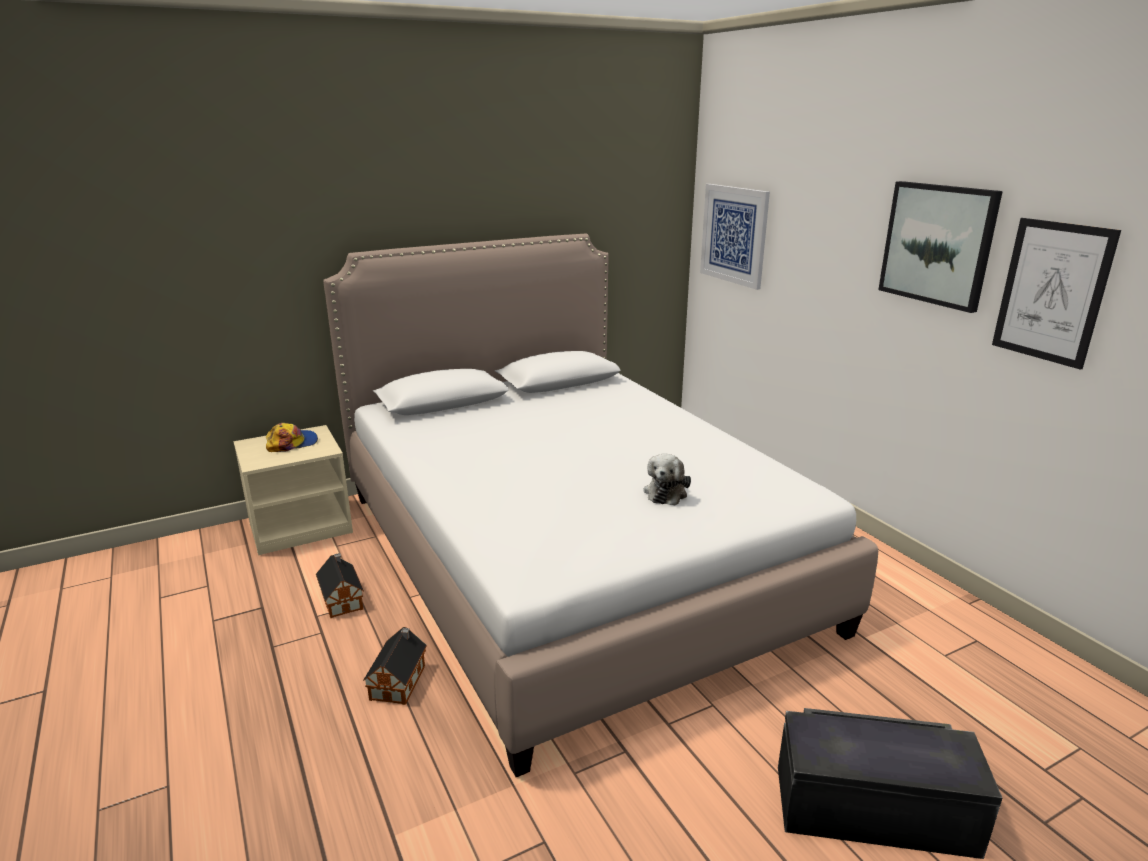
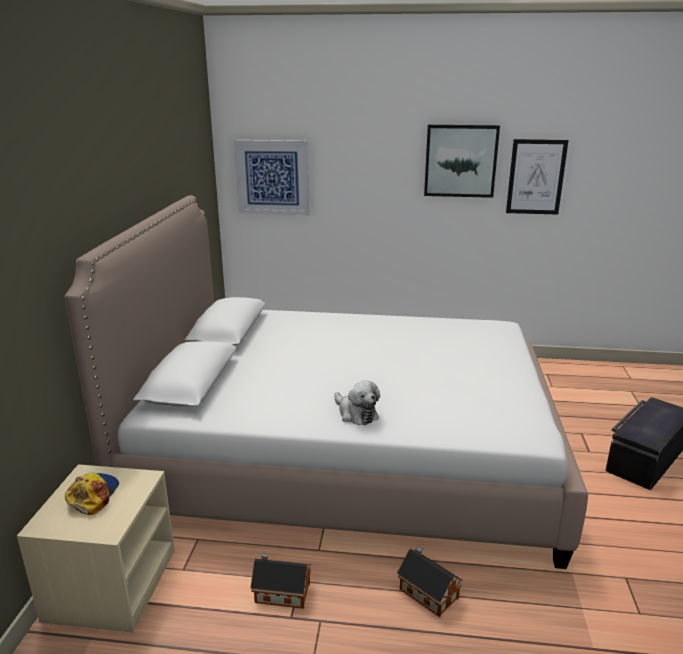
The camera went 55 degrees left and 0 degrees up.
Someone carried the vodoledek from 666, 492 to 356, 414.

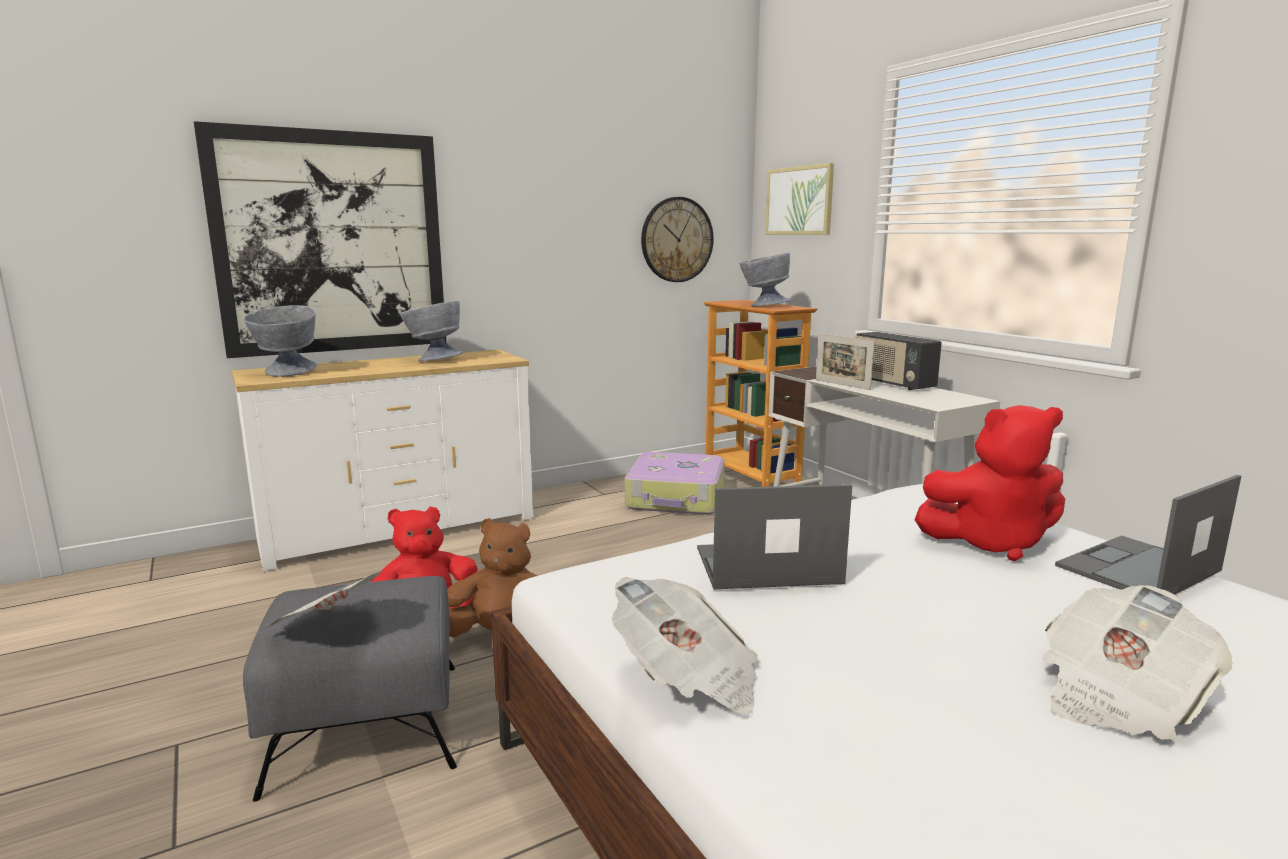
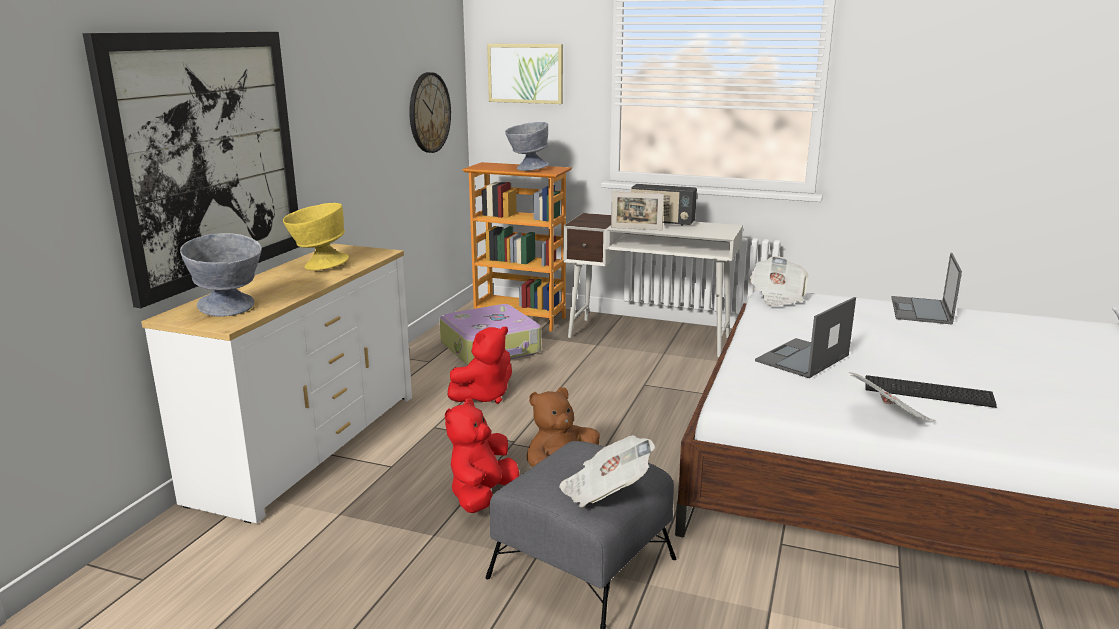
The camera went 40 degrees left and 5 degrees up.
Someone repainted the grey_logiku at 433, 360, which became the yellow_logiku at 318, 266.
Someone carried the red_vodoledek from 990, 542 to 484, 396.
Someone carried the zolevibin from 1117, 697 to 777, 297.
Someone put down the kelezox at 929, 392.

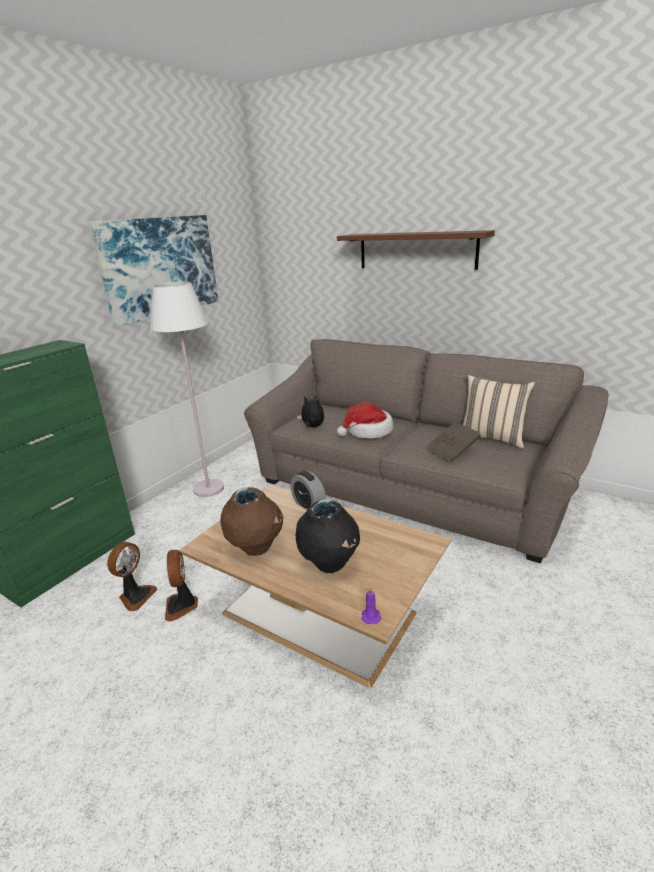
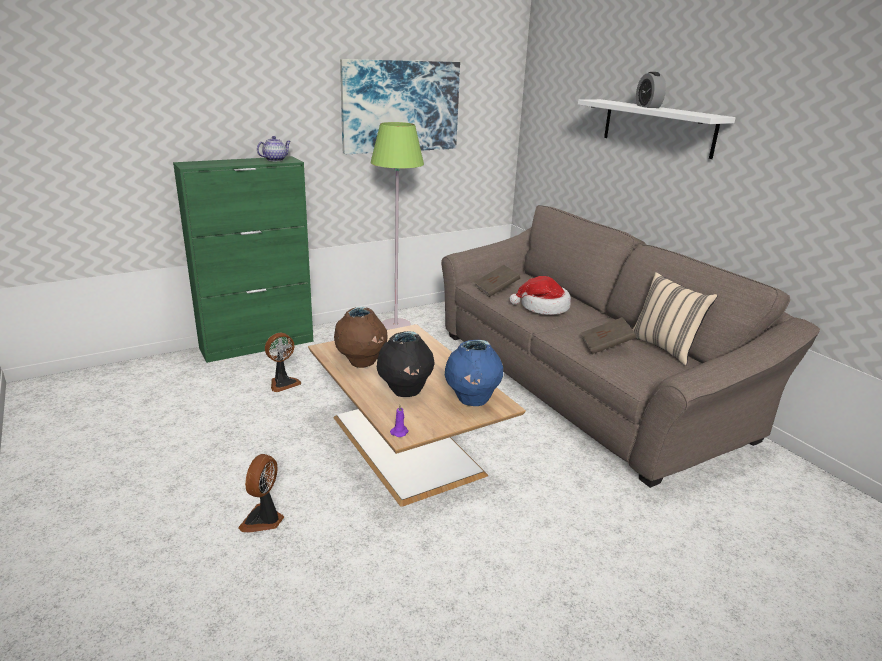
The camera went 25 degrees right and 0 degrees up.
Someone repainted the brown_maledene at 416, 250, which became the white_maledene at 657, 127.
Someone repainted the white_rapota at 209, 488, which became the green_rapota at 396, 326.
Someone swapped the vodoledek at 312, 427 for the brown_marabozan at 496, 290.
Someone carried the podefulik from 308, 505 to 648, 106.
Someone carried the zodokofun from 182, 606 to 264, 520.
Someone put down the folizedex at 275, 160.
Someone put down the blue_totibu at 472, 400.

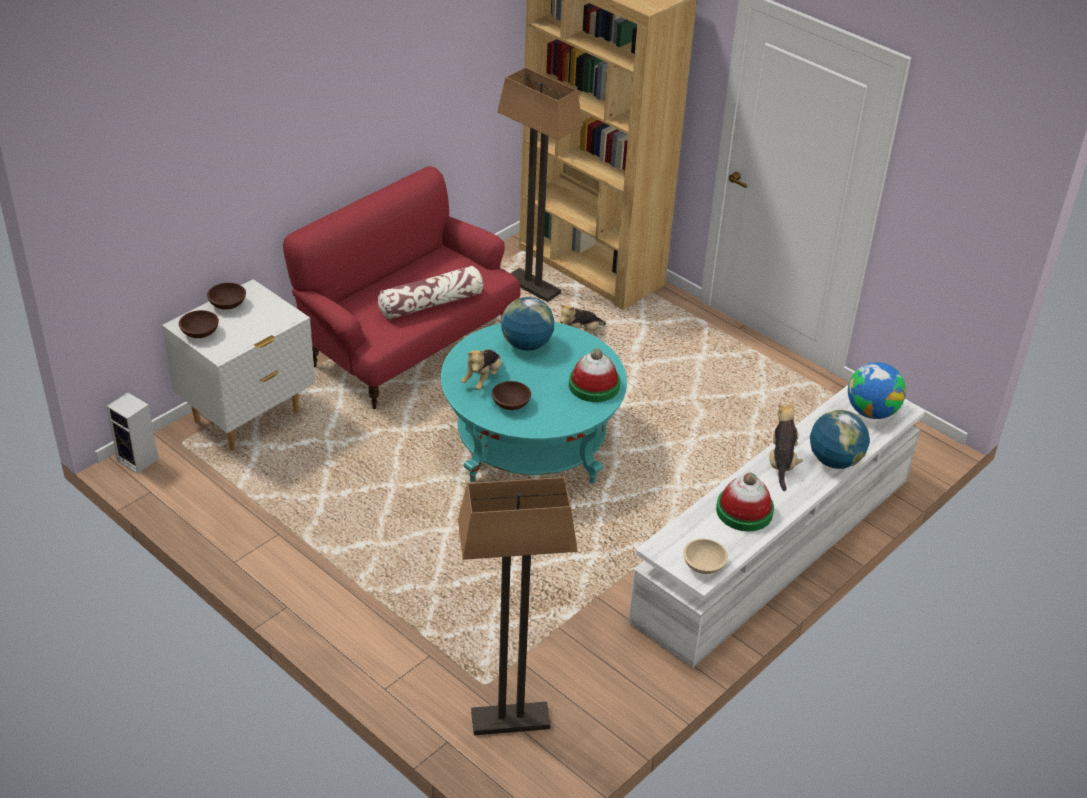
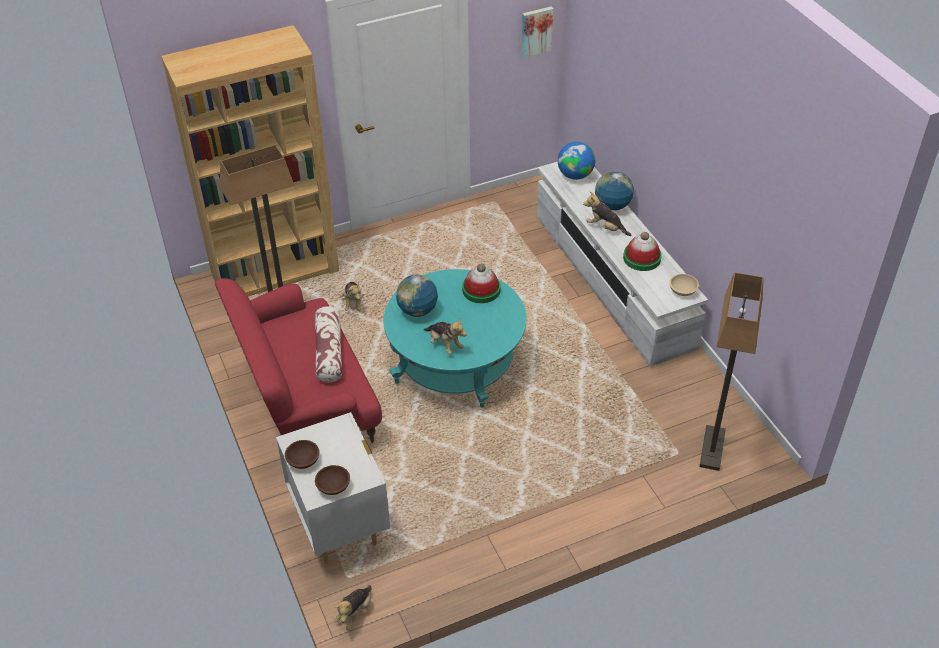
The camera went 65 degrees left and 5 degrees up.
Someone took away the brown_logiku at 511, 404.
Someone swapped the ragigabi at 139, 460 for the vodoledek at 355, 613.
Someone put up the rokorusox at 536, 31.

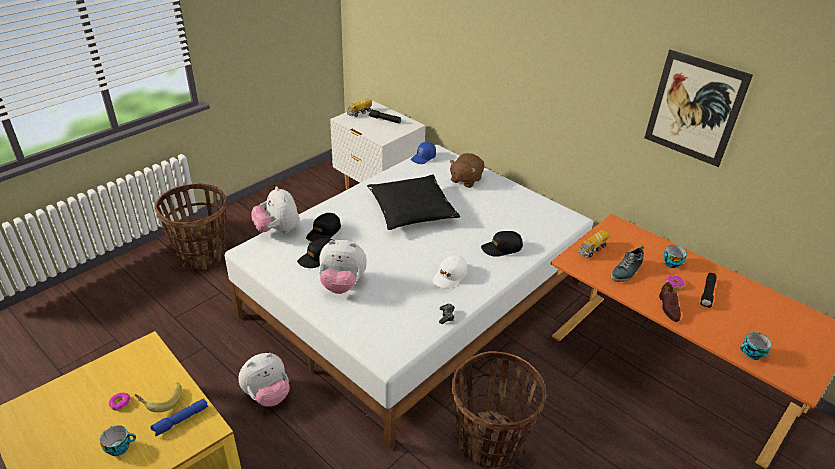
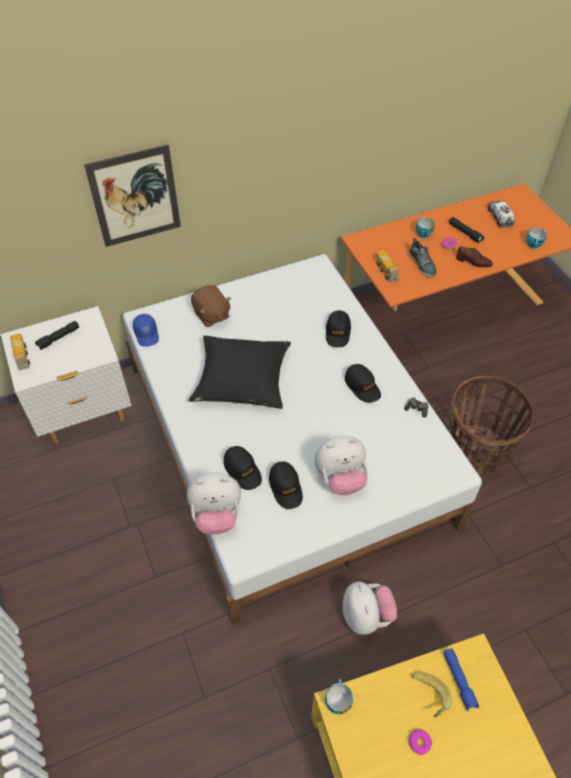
The camera went 65 degrees left and 15 degrees up.
Someone carried the rokorusox from 694, 108 to 135, 197.
Someone took away the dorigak at 202, 254.
Someone rotated the vodoledek at 342, 285 by 45 degrees clockwise.
Someone repainted the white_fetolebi at 449, 276, which became the black_fetolebi at 362, 386.
Someone carried the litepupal from 120, 447 to 337, 700.
Someone put down the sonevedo at 499, 217.

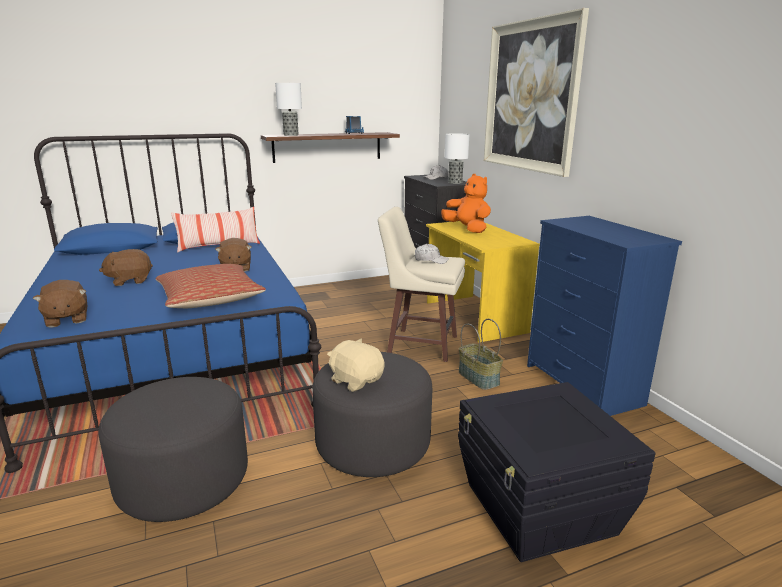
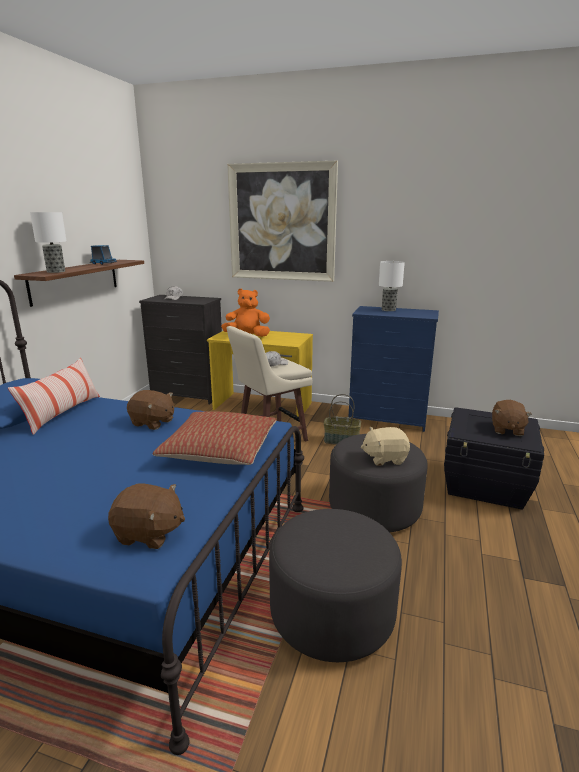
The camera went 50 degrees left and 0 degrees up.
Someone carried the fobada from 455, 182 to 389, 310.
Someone carried the brown_vodoledek from 130, 281 to 506, 429.

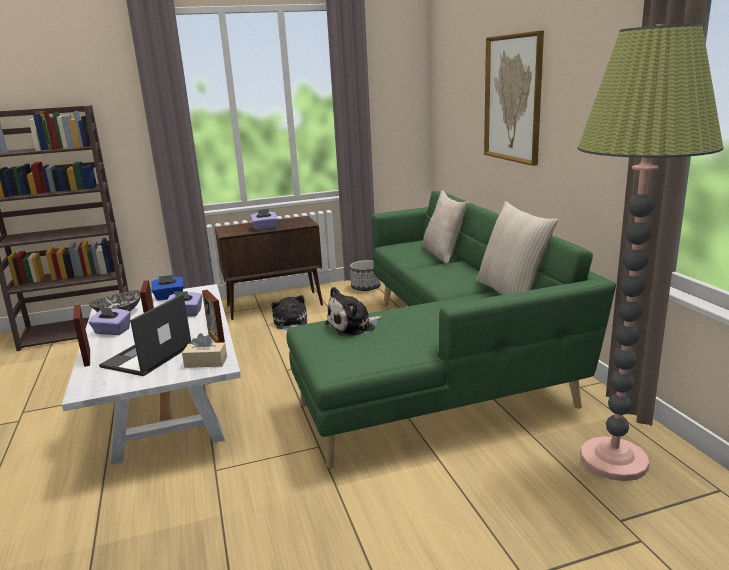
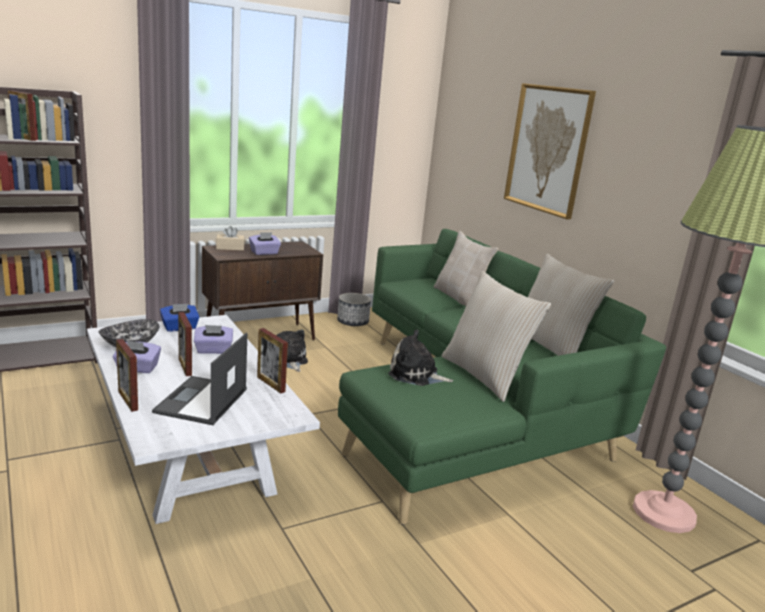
The camera went 15 degrees left and 0 degrees up.
Someone rotated the vodoledek at 353, 326 by 60 degrees clockwise.
Someone carried the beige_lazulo from 206, 362 to 230, 248.
Someone put down the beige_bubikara at 485, 376.

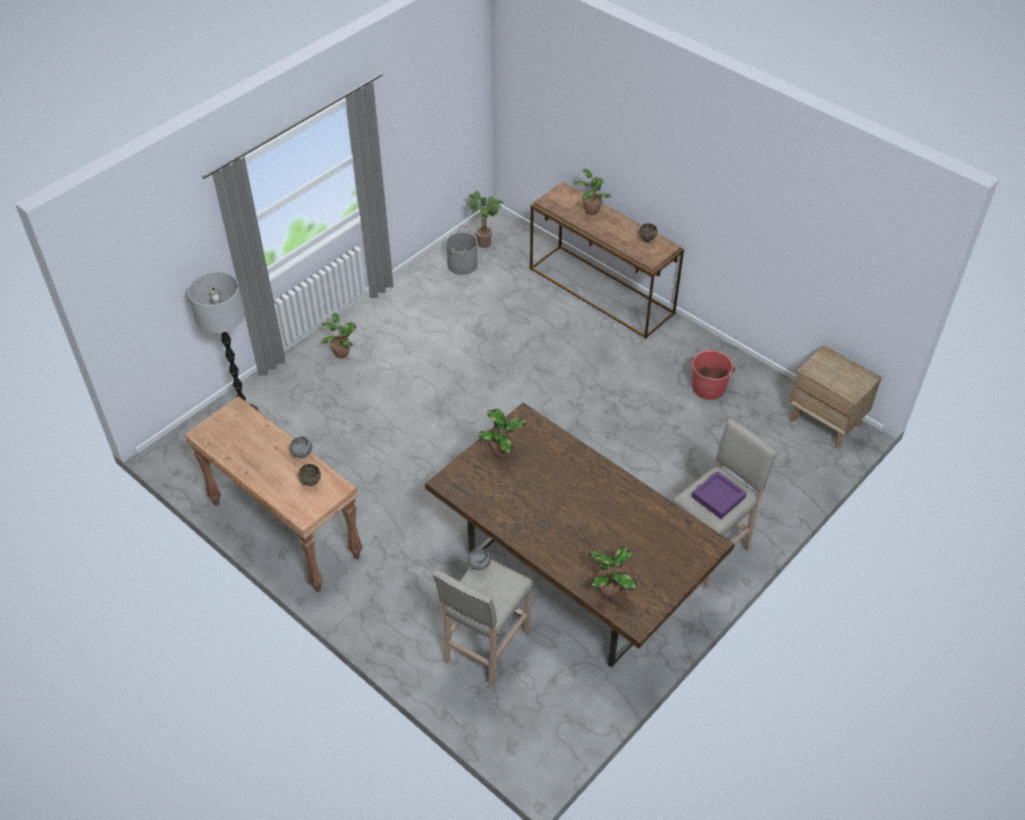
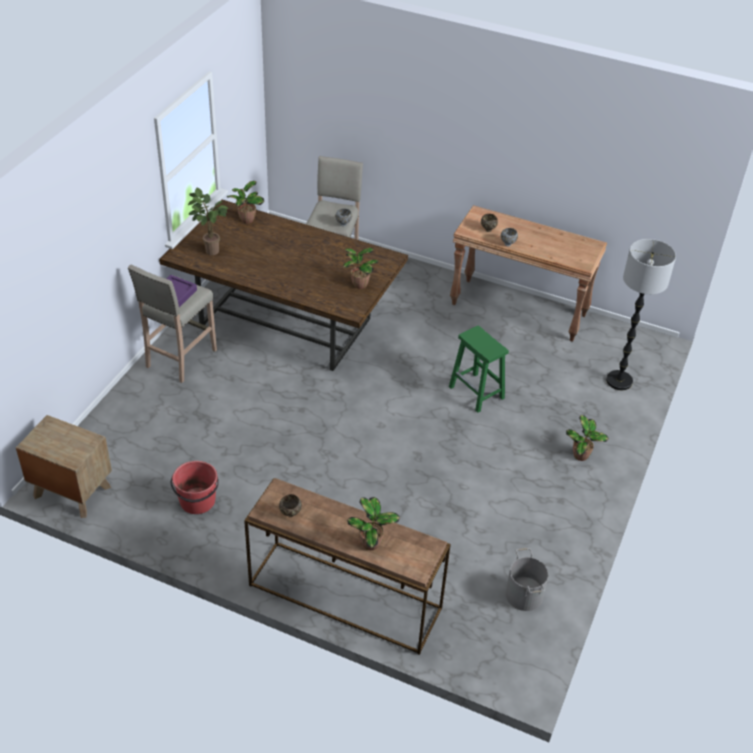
The camera went 160 degrees right and 5 degrees down.
Someone carried the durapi from 486, 244 to 209, 251.
Someone put down the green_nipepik at 477, 393.

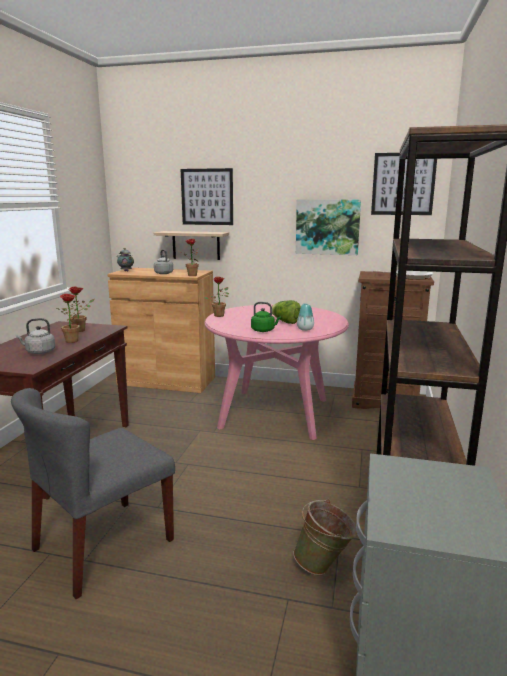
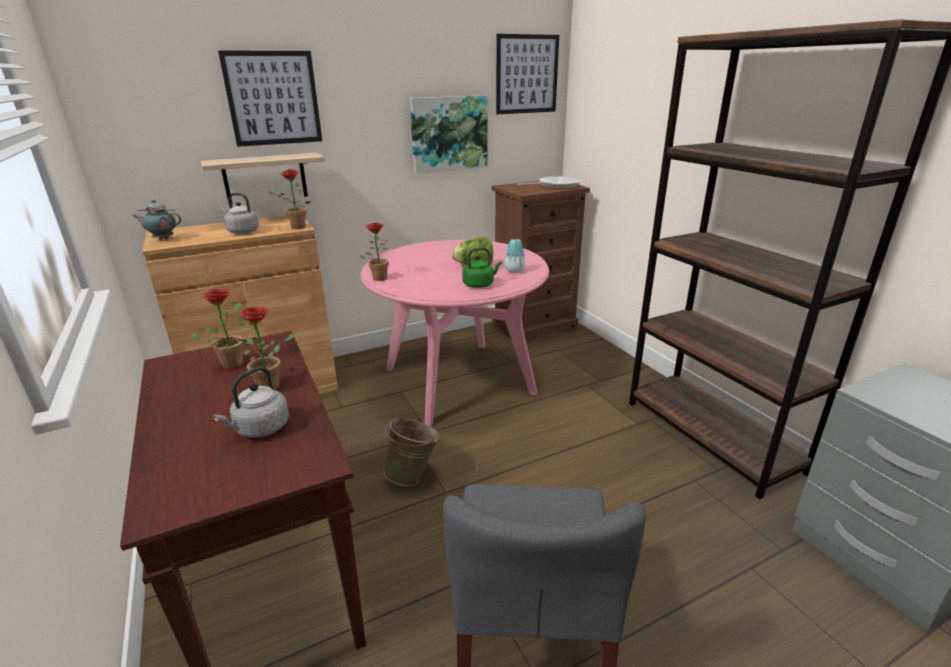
The camera went 40 degrees left and 10 degrees up.
Someone carried the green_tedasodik from 324, 566 to 414, 475.

